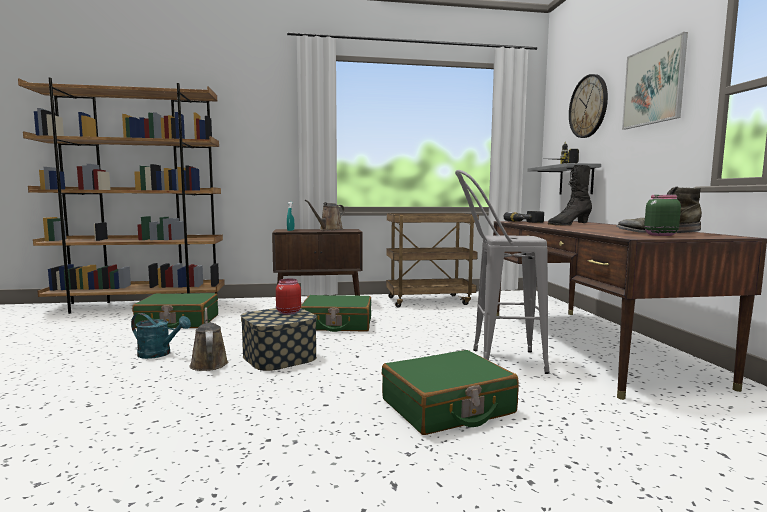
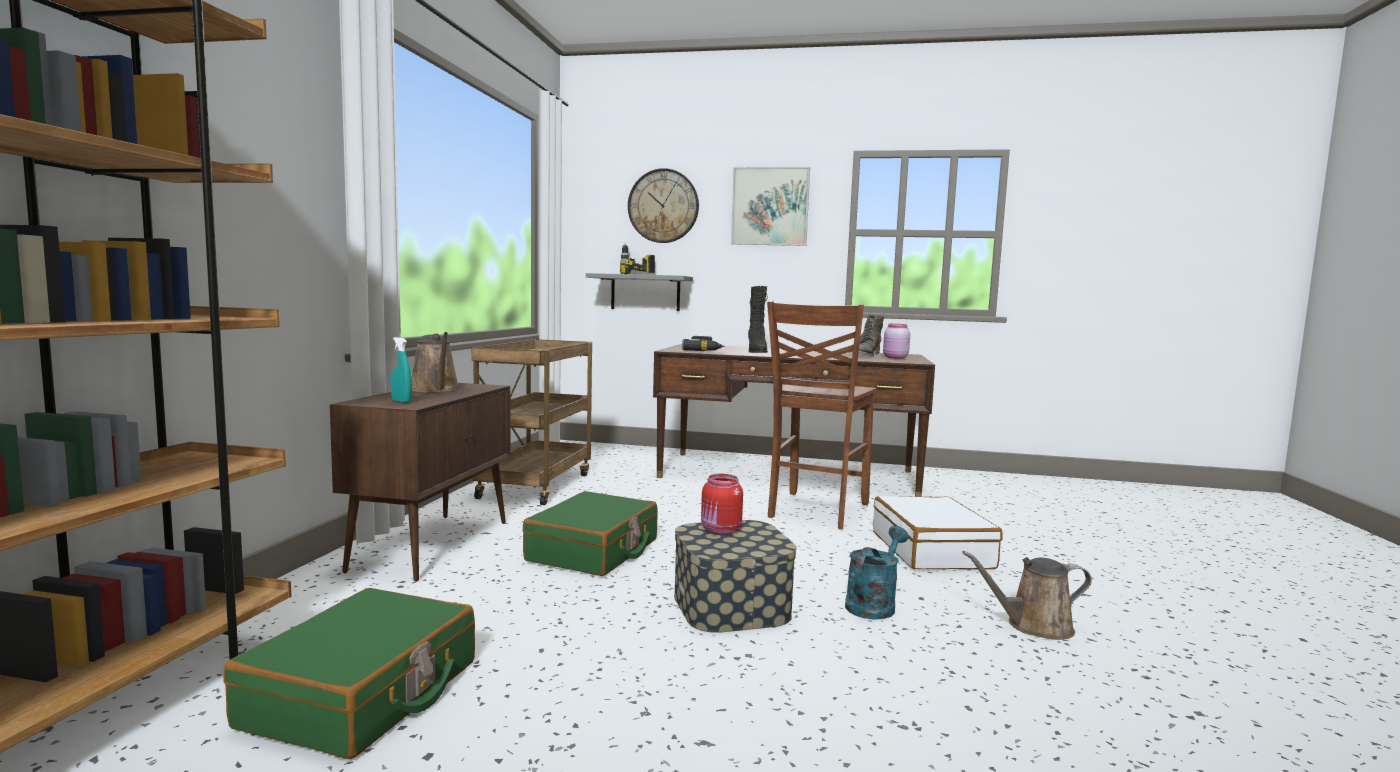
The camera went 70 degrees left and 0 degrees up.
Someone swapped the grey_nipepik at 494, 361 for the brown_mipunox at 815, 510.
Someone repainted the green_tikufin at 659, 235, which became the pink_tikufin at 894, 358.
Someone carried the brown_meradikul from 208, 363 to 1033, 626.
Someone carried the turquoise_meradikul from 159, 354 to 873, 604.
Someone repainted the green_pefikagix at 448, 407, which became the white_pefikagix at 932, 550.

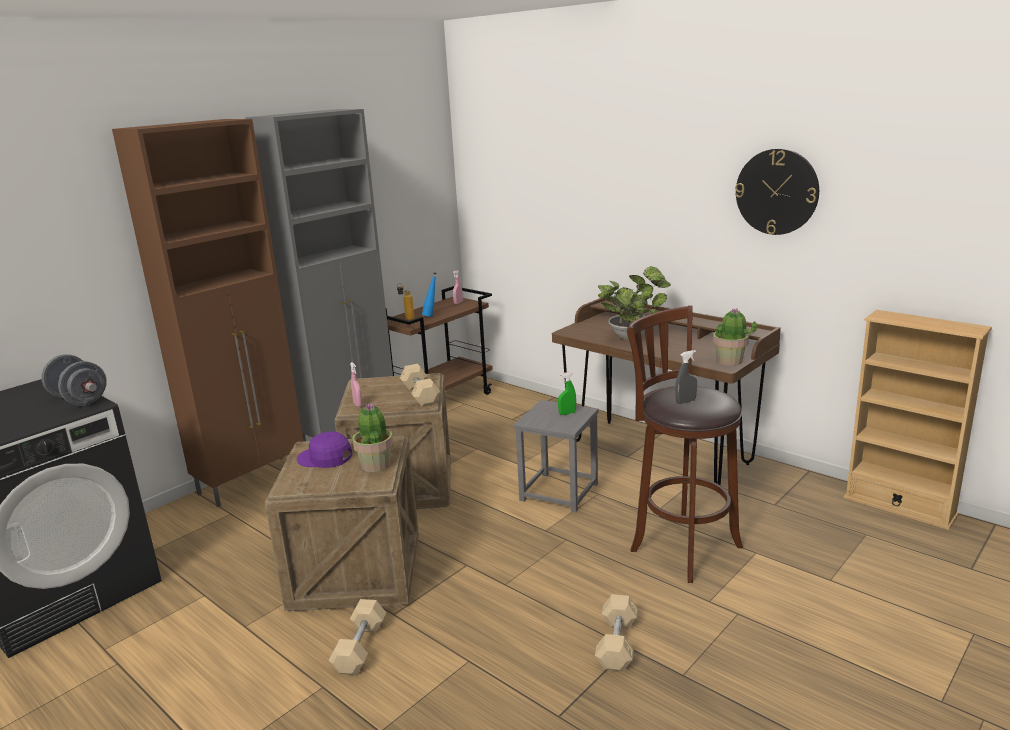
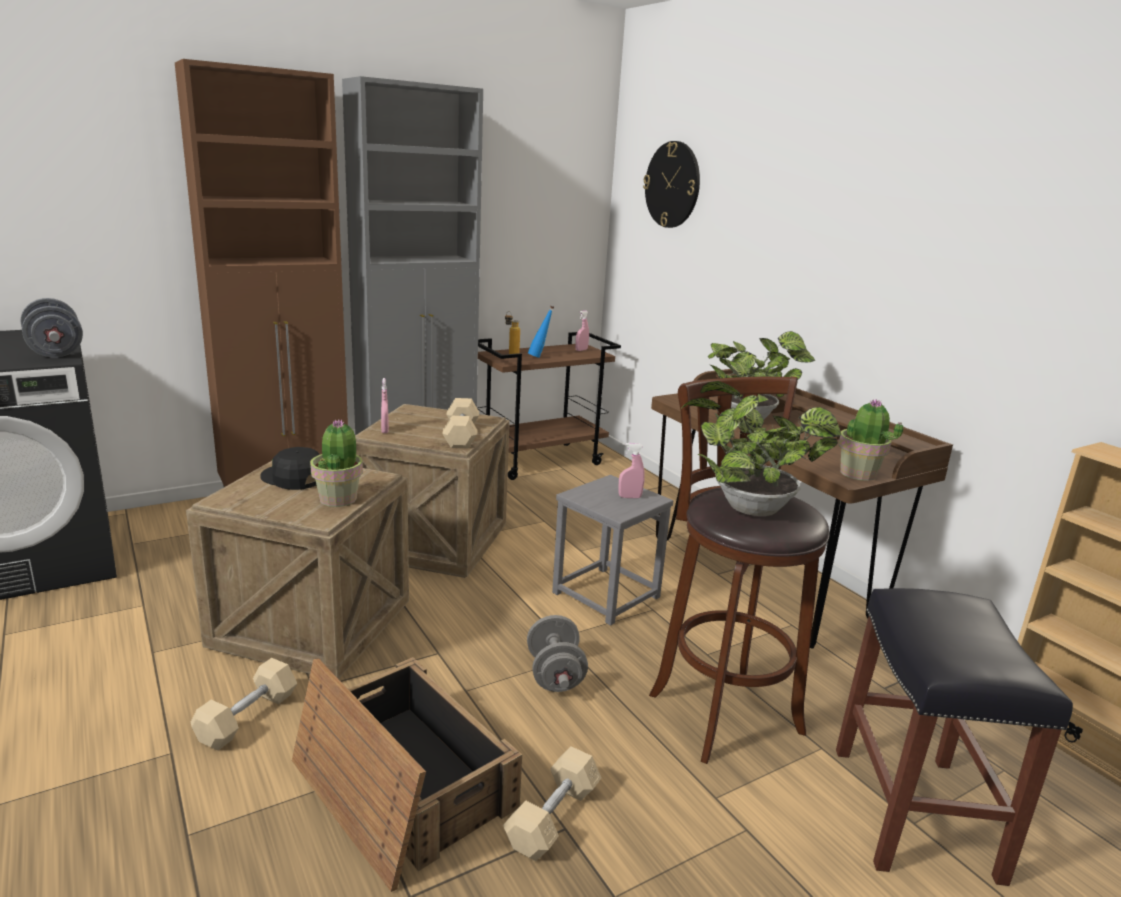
The camera went 15 degrees right and 0 degrees up.
Someone carried the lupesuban from 777, 192 to 672, 185.
Someone swapped the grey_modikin at 685, 402 for the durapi at 746, 507.
Someone repainted the green_modikin at 567, 413, which became the pink_modikin at 629, 497.
Someone repainted the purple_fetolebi at 325, 458, which became the black_fetolebi at 294, 477.
Someone put down the black_nipepik at 916, 814.
Someone put down the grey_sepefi at 555, 675.
Someone put down the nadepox at 400, 785.

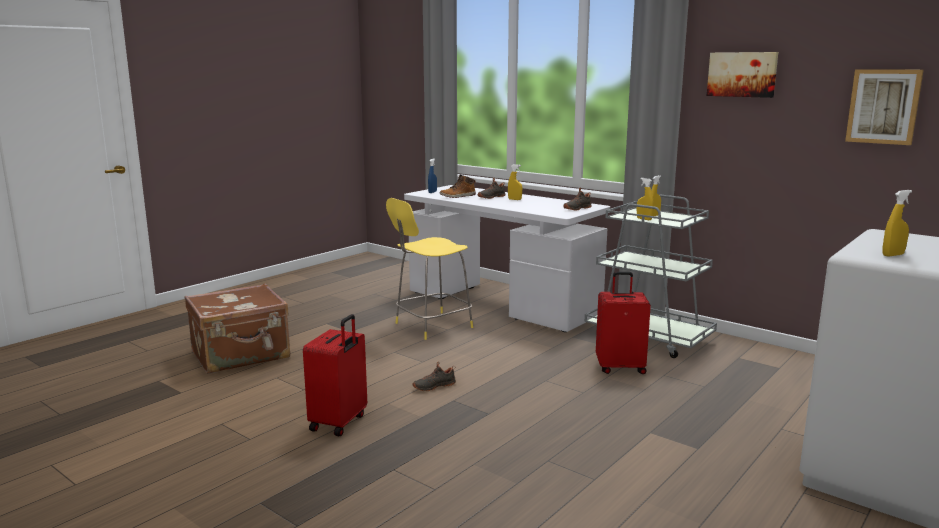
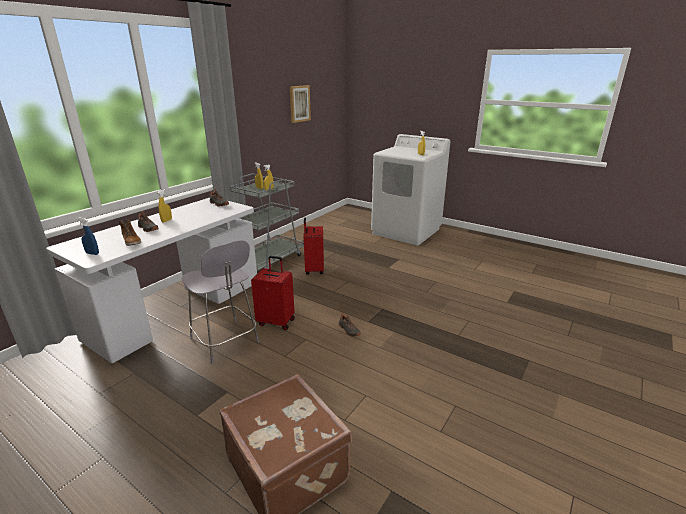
The camera went 95 degrees left and 10 degrees up.
Someone took away the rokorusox at 742, 74.
Someone repainted the yellow_nipepik at 431, 326, which became the grey_nipepik at 225, 342.
Someone carried the red_pefikagix from 339, 423 to 276, 321.

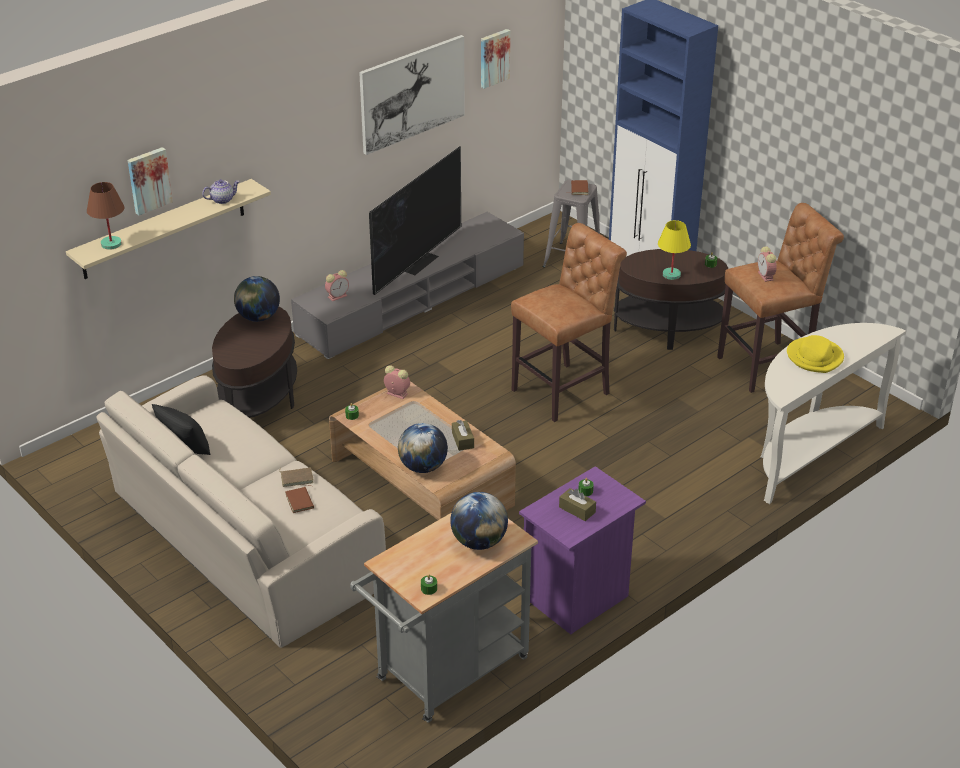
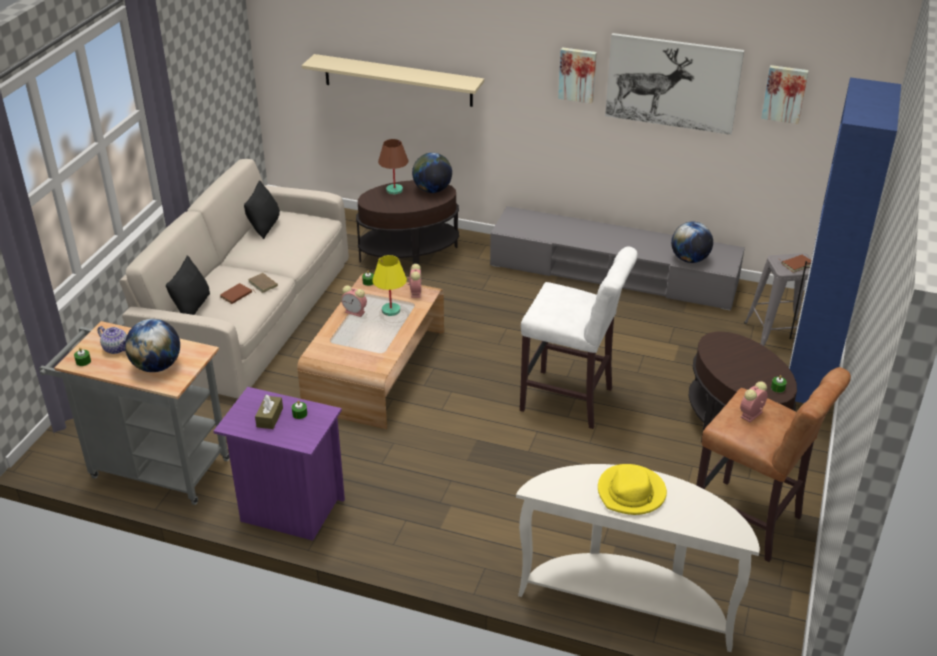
The camera went 60 degrees right and 0 degrees up.
Someone took away the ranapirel at 417, 261.
Someone carried the rokorusox from 148, 180 to 577, 74.
Someone carried the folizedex from 222, 199 to 116, 348.
Someone carried the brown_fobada from 111, 244 to 394, 190.
Someone carried the yellow_fobada from 671, 275 to 391, 310.
Someone repainted the brown_nipepik at 565, 391, which became the white_nipepik at 571, 401.
Someone carried the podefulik from 338, 296 to 355, 312.
Someone took away the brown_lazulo at 462, 440.
Someone carried the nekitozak from 423, 467 to 689, 259.
Someone put down the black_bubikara at 192, 306.

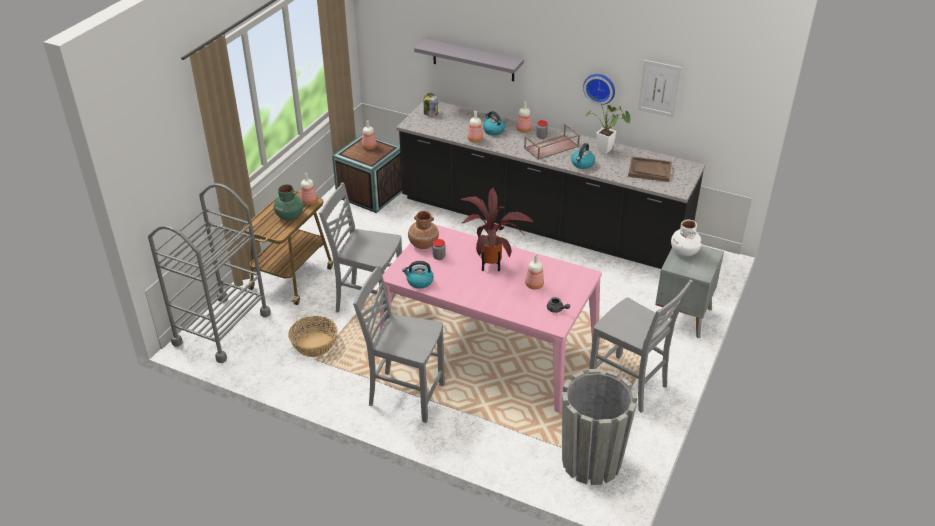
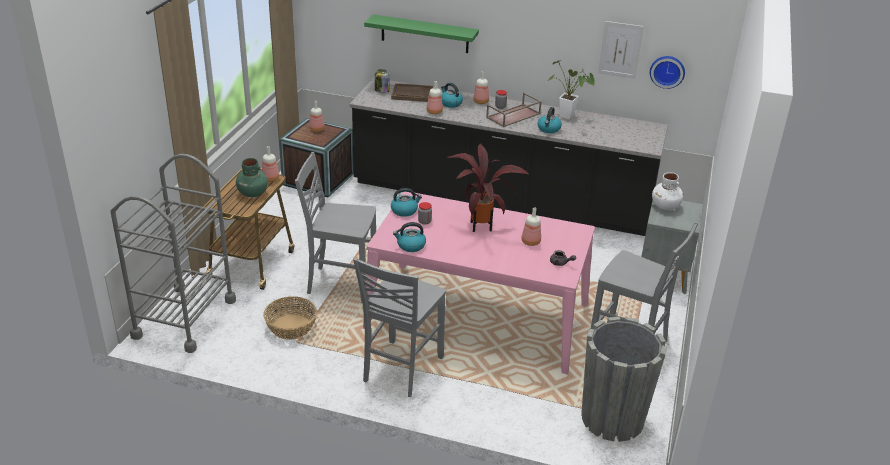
The camera went 10 degrees left and 5 degrees down.
Someone repainted the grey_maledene at 473, 60, which became the green_maledene at 424, 34.
Someone carried the lupesuban from 600, 88 to 667, 71.
Someone carried the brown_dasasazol from 649, 170 to 412, 94.
Someone swapped the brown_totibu at 423, 244 for the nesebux at 404, 210.
Someone rotated the grey_mipunox at 405, 395 by 75 degrees counterclockwise.

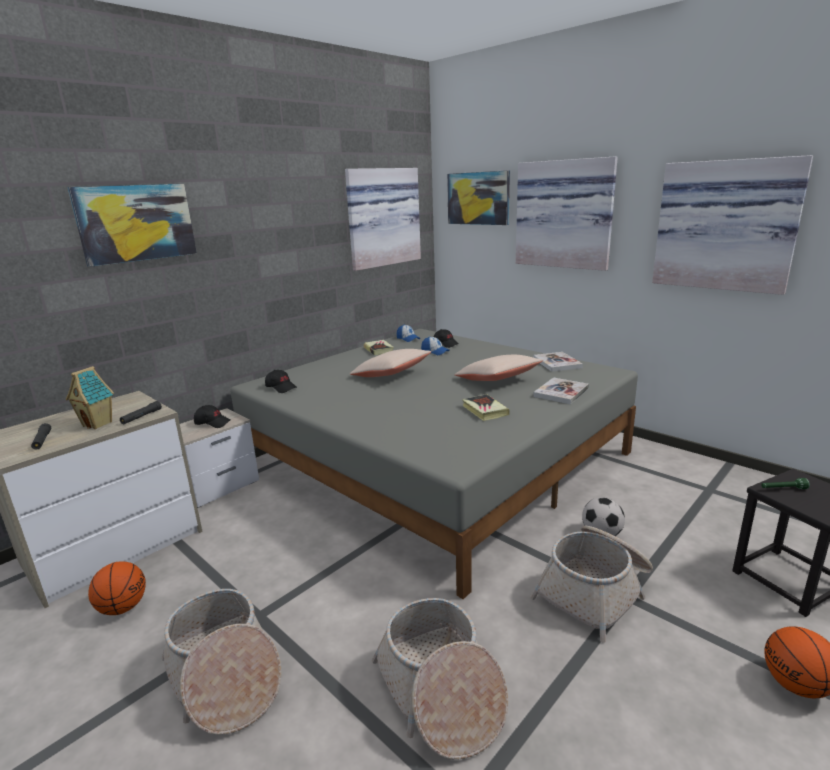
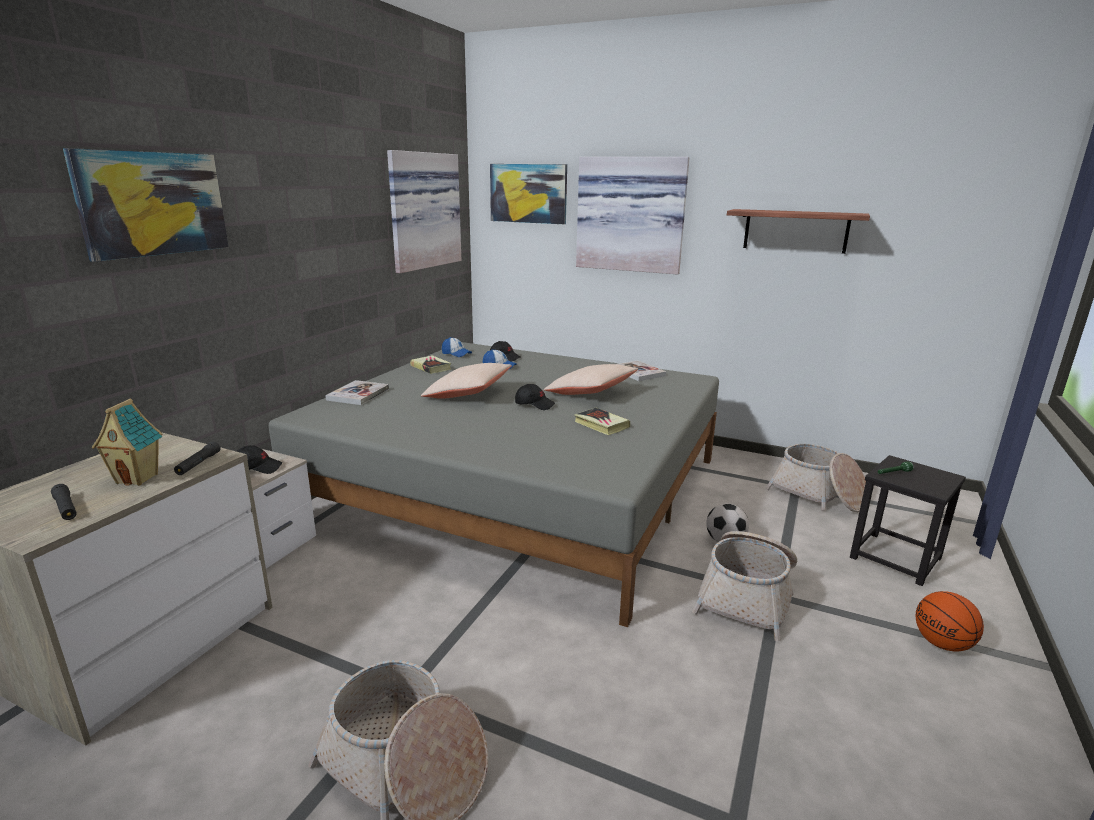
The camera went 20 degrees left and 0 degrees up.
Someone swapped the rokorusox at 725, 225 for the maledene at 795, 231.
Someone carried the black_fetolebi from 281, 387 to 534, 404.
Someone carried the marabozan from 561, 392 to 358, 394.
Someone took away the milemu at 123, 607.
Someone carried the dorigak from 440, 693 to 818, 495.

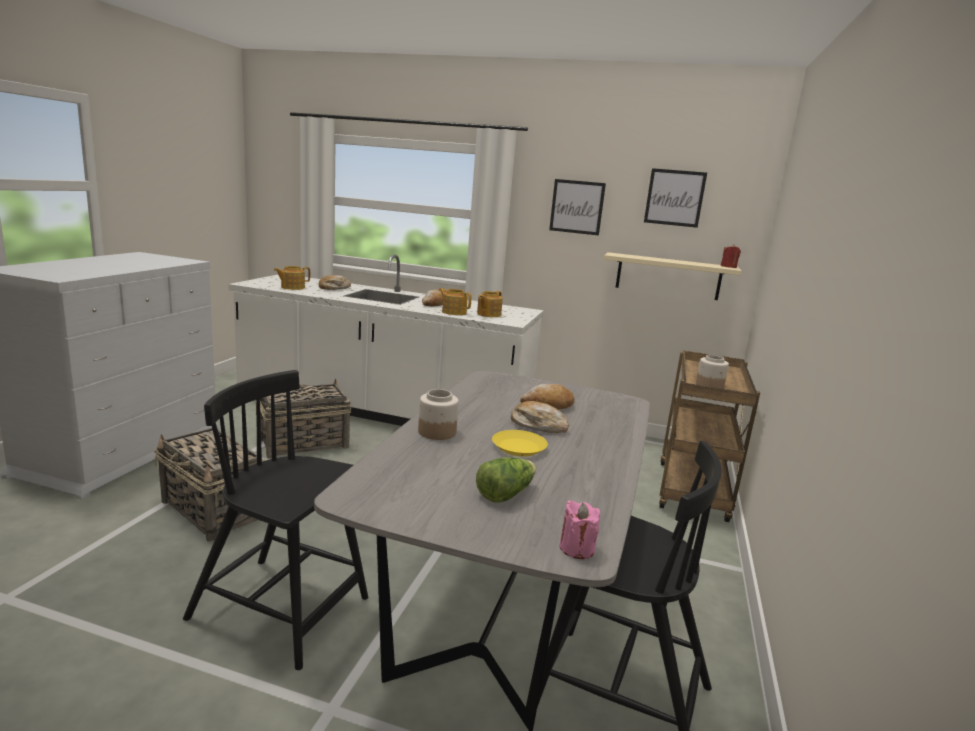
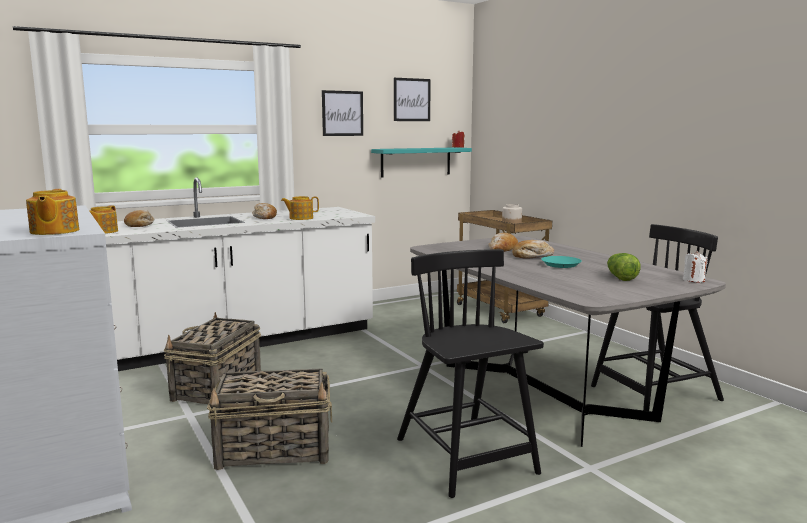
The camera went 45 degrees left and 5 degrees down.
Someone repainted the beige_maledene at 668, 276, which became the turquoise_maledene at 416, 162.
Someone carried the folizedex from 488, 314 to 53, 231.
Someone rotated the black_mipunox at 282, 610 by 90 degrees clockwise.
Someone took away the tikufin at 436, 432.
Someone repainted the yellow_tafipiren at 518, 447, which became the turquoise_tafipiren at 560, 265.
Someone repainted the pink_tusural at 577, 548, which became the white_tusural at 693, 280.

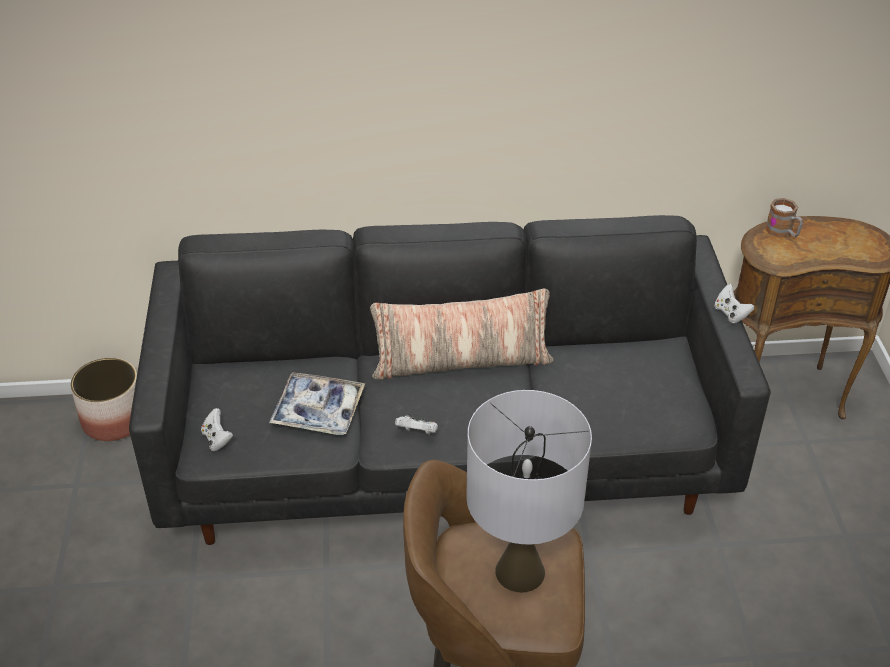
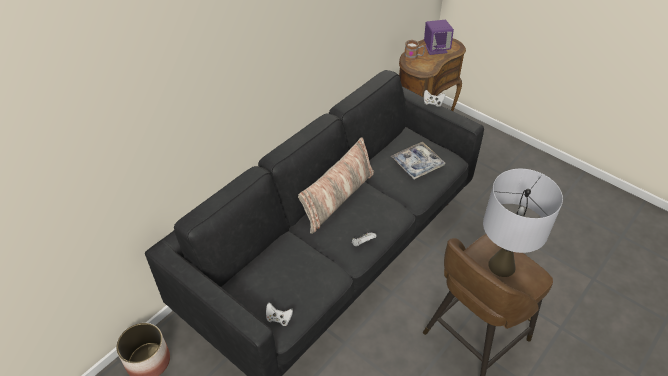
The camera went 45 degrees left and 5 degrees up.
Someone carried the dasasazol from 318, 411 to 417, 164.
Someone put down the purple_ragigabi at 436, 49.

